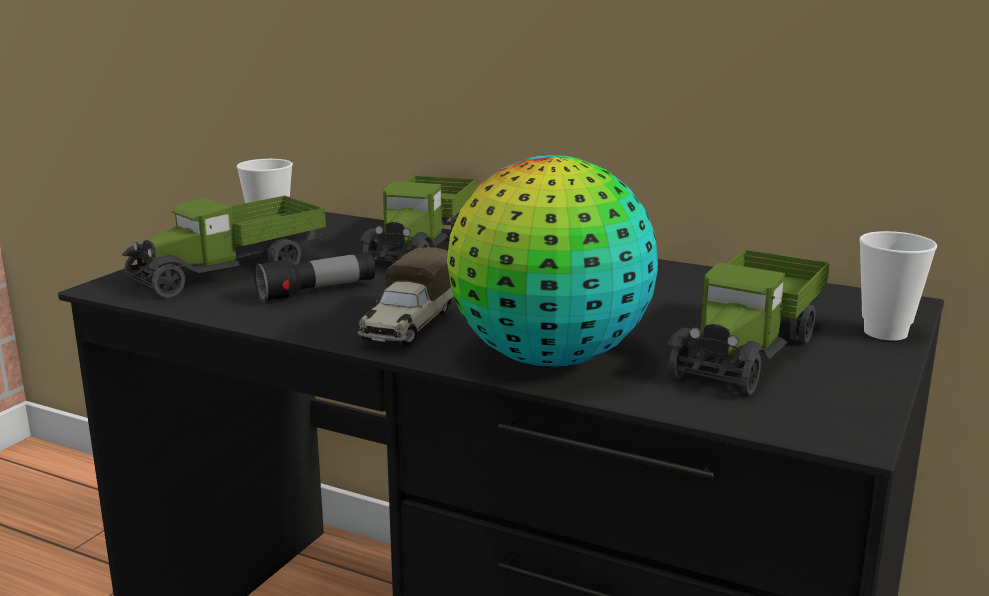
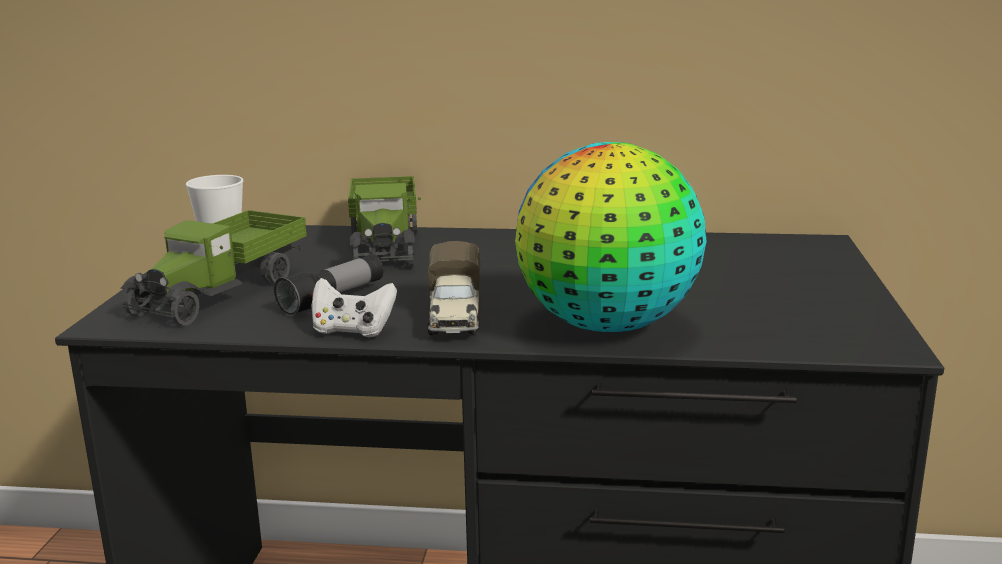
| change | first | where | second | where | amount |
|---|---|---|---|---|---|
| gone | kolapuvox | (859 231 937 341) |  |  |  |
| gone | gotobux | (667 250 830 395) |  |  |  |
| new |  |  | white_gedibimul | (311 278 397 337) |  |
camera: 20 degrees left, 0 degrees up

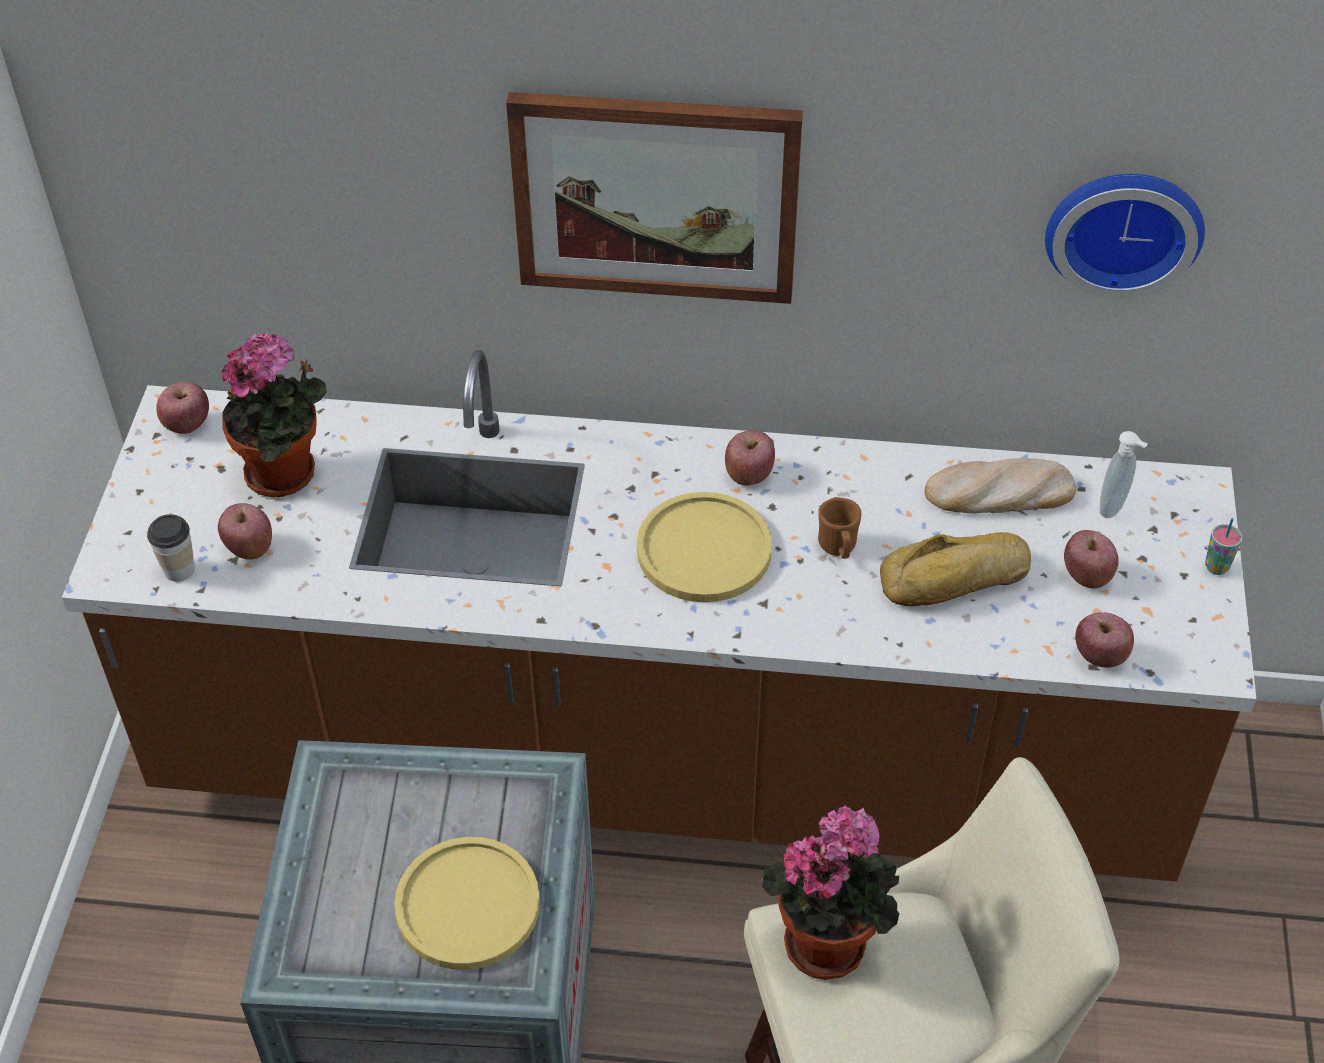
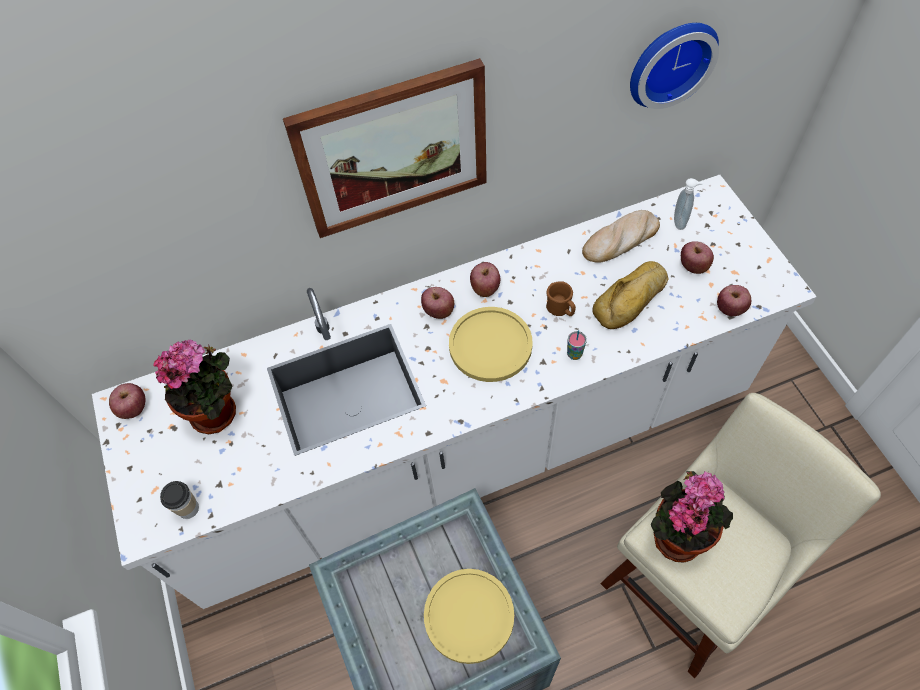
| change | first | where | second | where | amount |
|---|---|---|---|---|---|
| repainted | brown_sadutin | (62 350 1256 882) | white_sadutin | (92 175 817 609) |  |
| shifted | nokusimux | (218 503 272 560) |  | (421 287 454 319) |  |
| shifted | kolapuvox | (1205 518 1242 575) |  | (567 330 587 360) |  |
camera: 25 degrees left, 10 degrees up

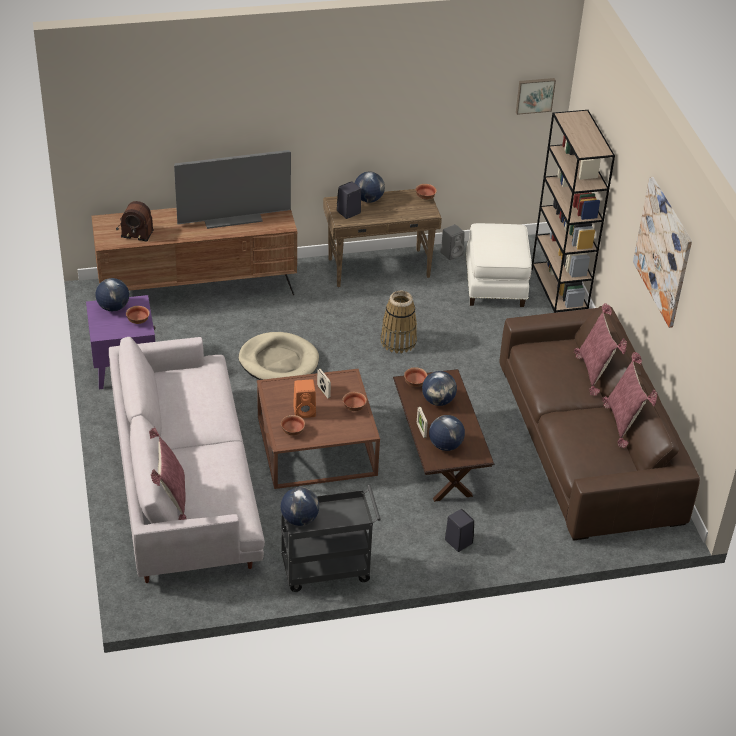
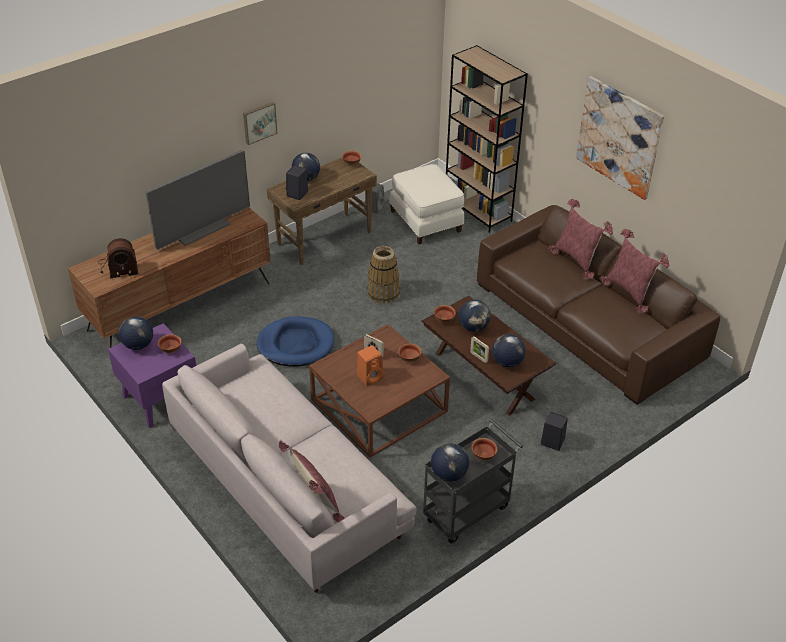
| change | first | where | second | where | amount |
|---|---|---|---|---|---|
| shifted | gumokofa | (516 78 556 115) |  | (243 102 277 145) |  |
| repainted | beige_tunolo | (238 332 319 380) | blue_tunolo | (257 316 334 367) |  |
| shifted | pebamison | (281 415 305 436) |  | (471 438 497 461) |  |
camera: 25 degrees left, 0 degrees up

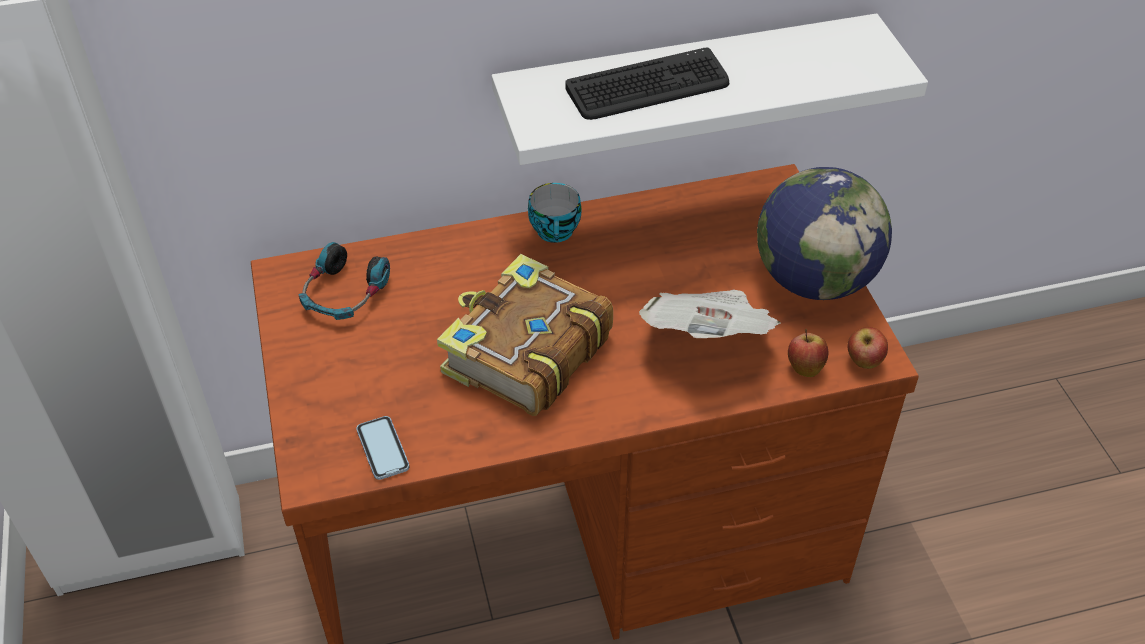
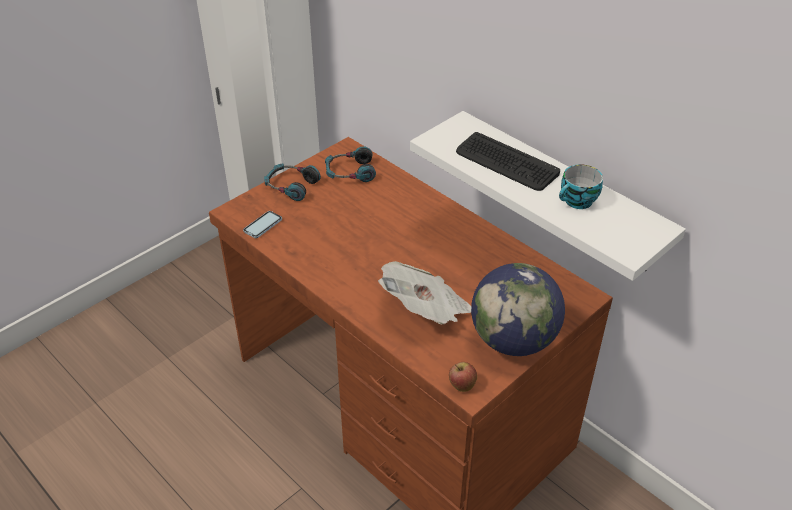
| change | first | where | second | where | amount |
|---|---|---|---|---|---|
| shifted | kolapuvox | (528 183 582 243) |  | (559 164 603 209) |  |
| gone | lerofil | (437 254 613 416) |  |  |  |
| gone | nokusimux | (788 329 828 377) |  |  |  |
| new |  |  | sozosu | (264 163 321 201) |  |
camera: 60 degrees right, 5 degrees down

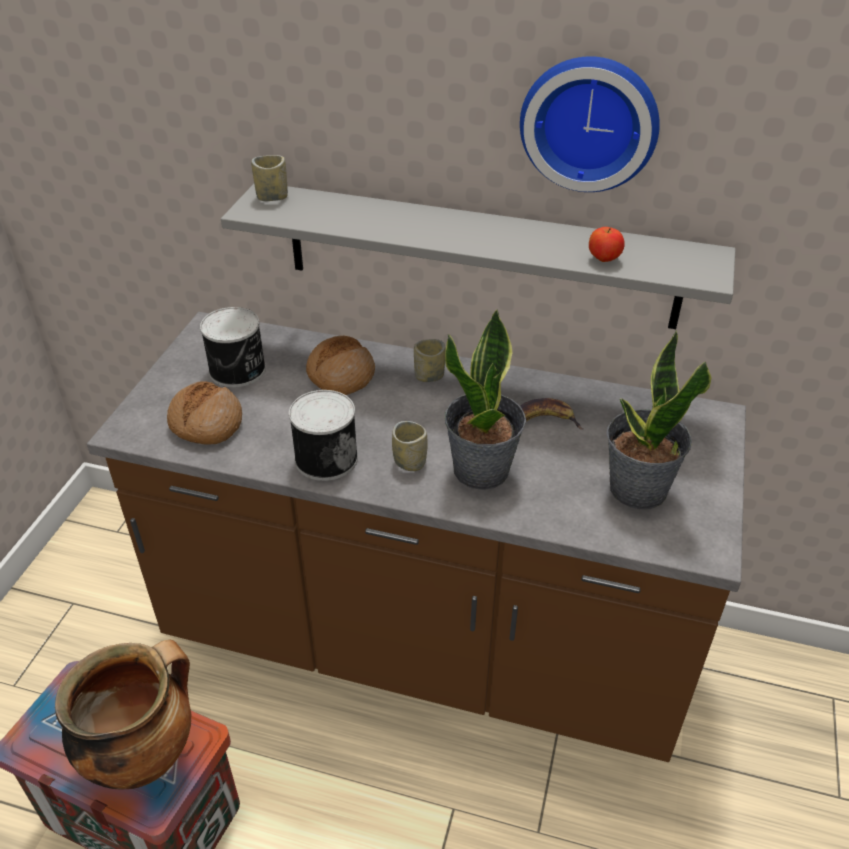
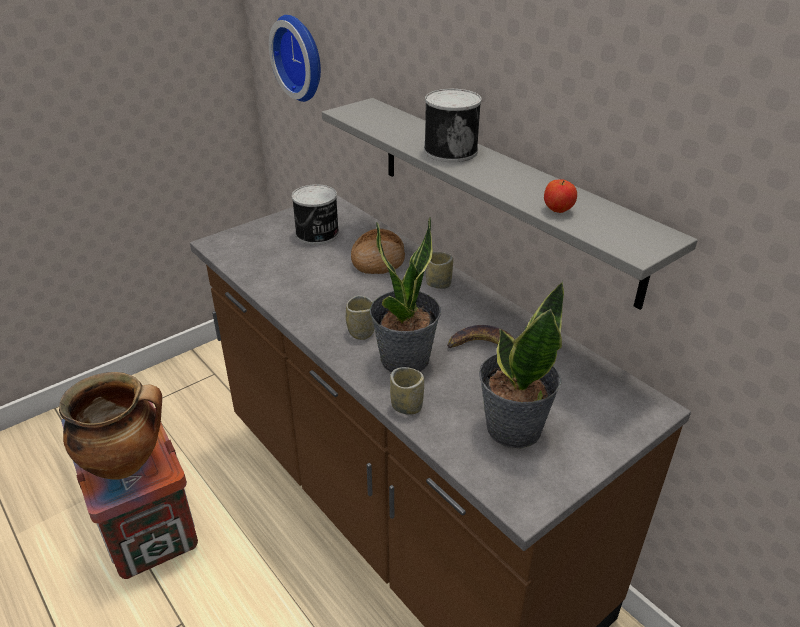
| change | first | where | second | where | amount |
|---|---|---|---|---|---|
| shifted | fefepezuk | (520 56 660 192) |  | (269 15 321 102) |  |
| shifted | kolapuvox | (251 155 288 201) |  | (390 367 424 415) |  |
| gone | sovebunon | (167 381 242 445) |  |  |  |
| shifted | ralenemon | (289 390 358 481) |  | (424 89 482 162) |  |
camera: 35 degrees right, 5 degrees down

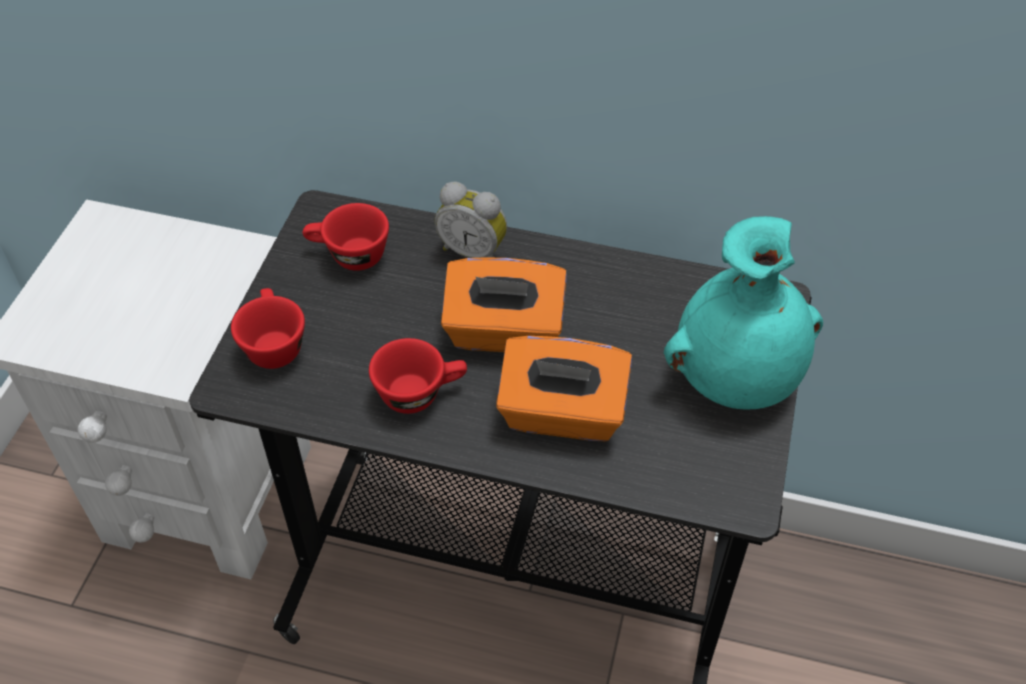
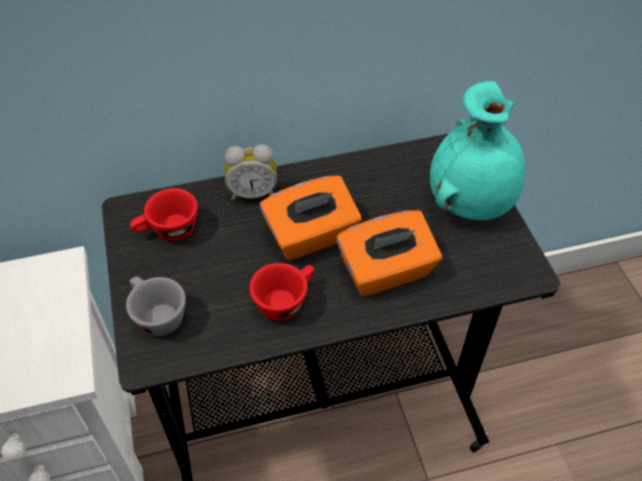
| change | first | where | second | where | amount |
|---|---|---|---|---|---|
| repainted | red_kolapuvox | (231 288 305 369) | grey_kolapuvox | (126 277 186 336) |  |
camera: 30 degrees left, 0 degrees up

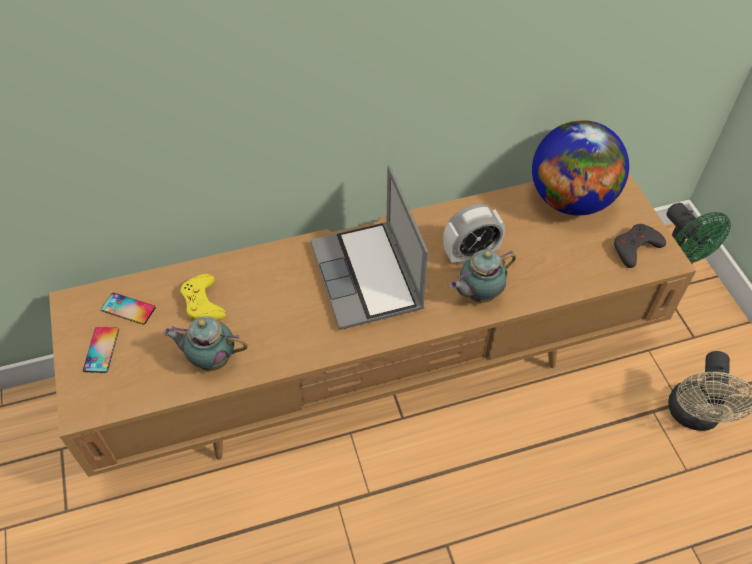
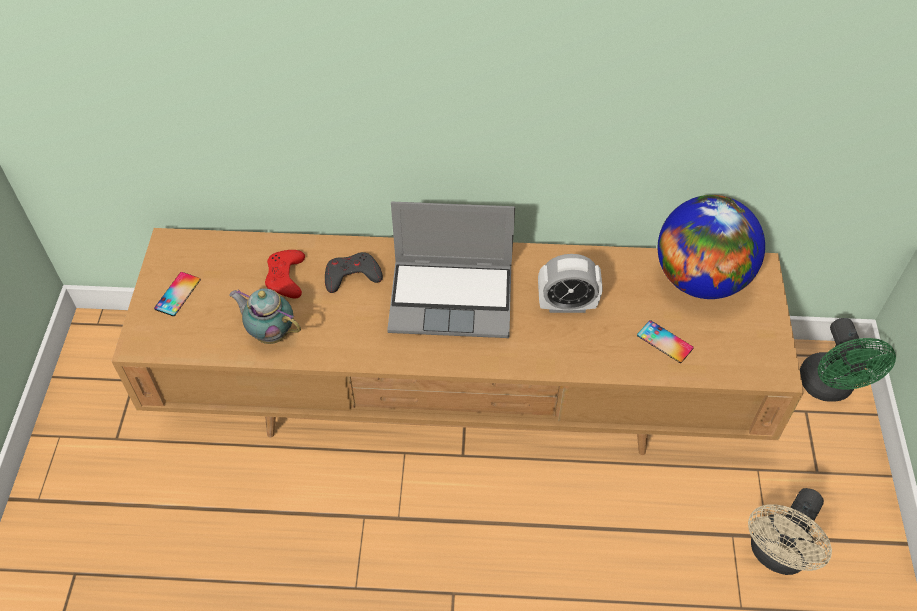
| change | first | where | second | where | amount |
|---|---|---|---|---|---|
| rotated | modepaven | (310 165 428 330) |  | (387 202 515 338) | 90 degrees counterclockwise |
| shifted | grey_gedibimul | (614 224 666 268) |  | (325 252 383 293) |  |
| gone | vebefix | (449 249 516 303) |  |  |  |
| repainted | yellow_gedibimul | (180 274 226 320) | red_gedibimul | (265 250 305 298) |  |
| shifted | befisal | (101 293 156 325) |  | (637 320 694 363) |  |
camera: 20 degrees right, 0 degrees up

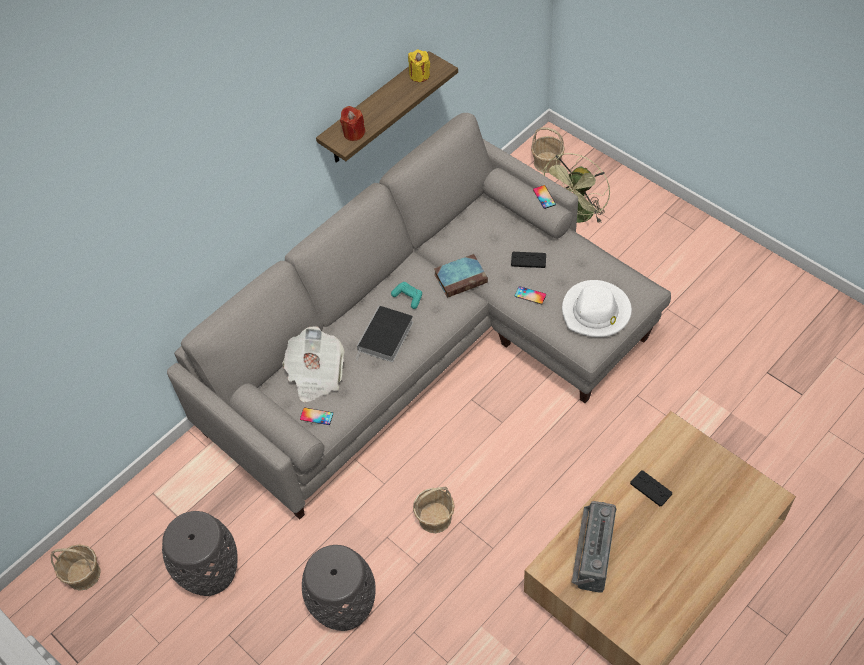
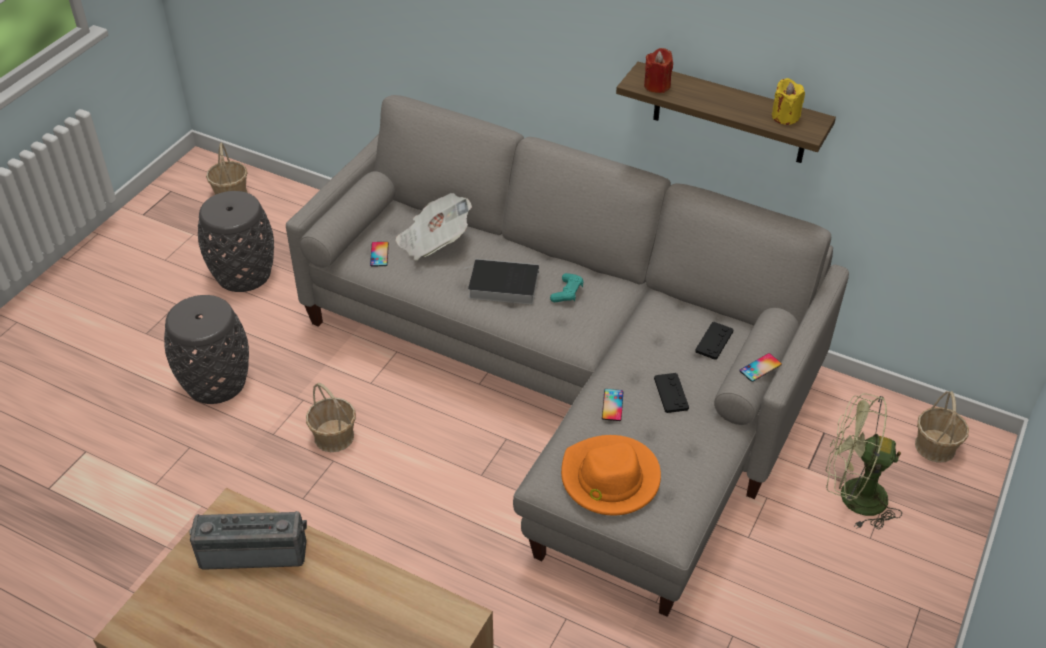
| change | first | where | second | where | amount |
|---|---|---|---|---|---|
| gone | lerofil | (434 254 488 298) |  |  |  |
| repainted | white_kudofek | (562 280 632 337) | orange_kudofek | (561 435 661 515) |  |
| shifted | black_gedibimul | (630 470 672 507) |  | (695 322 733 360) |  |
camera: 70 degrees right, 10 degrees down

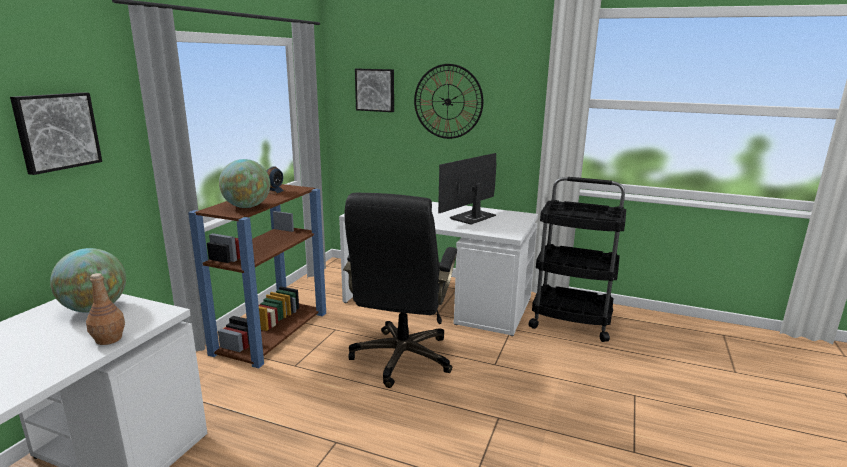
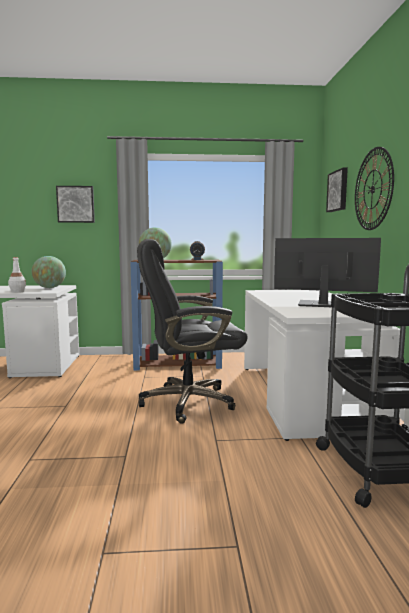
| change | first | where | second | where | amount |
|---|---|---|---|---|---|
| repainted | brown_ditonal | (86 273 125 345) | white_ditonal | (8 257 26 293) |  |
camera: 65 degrees right, 10 degrees down

